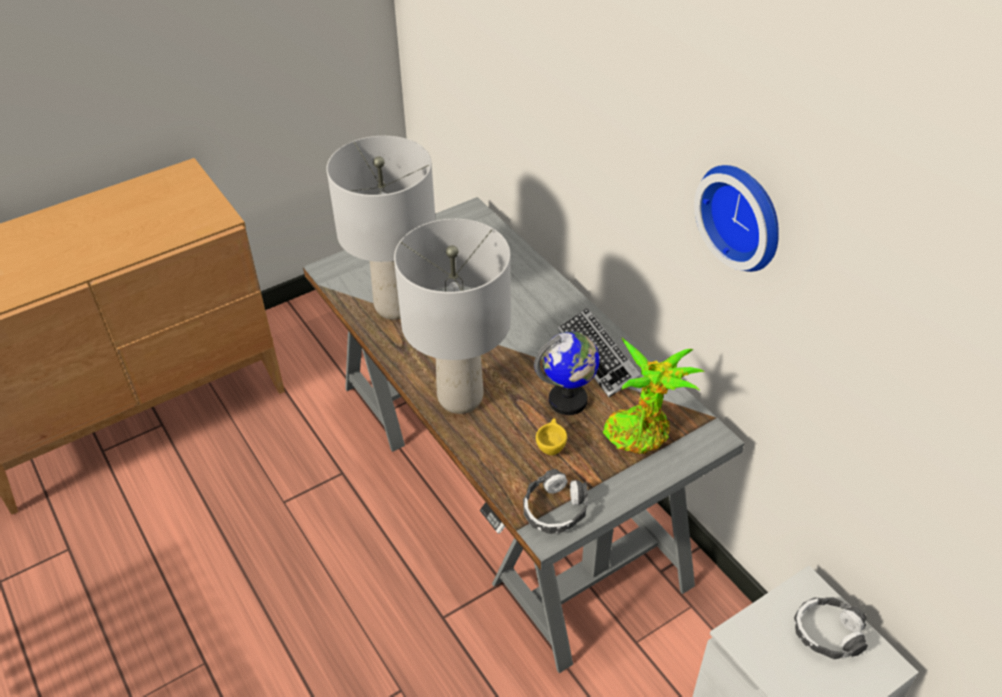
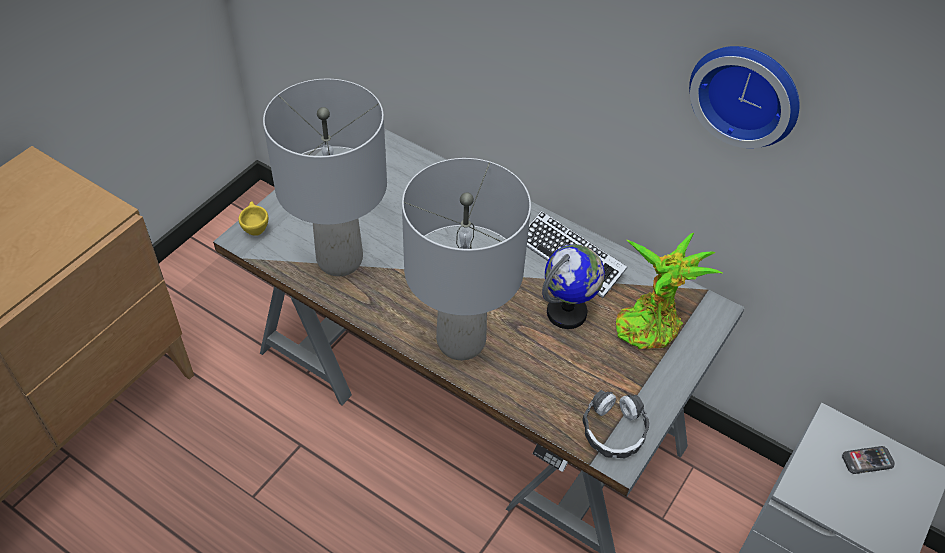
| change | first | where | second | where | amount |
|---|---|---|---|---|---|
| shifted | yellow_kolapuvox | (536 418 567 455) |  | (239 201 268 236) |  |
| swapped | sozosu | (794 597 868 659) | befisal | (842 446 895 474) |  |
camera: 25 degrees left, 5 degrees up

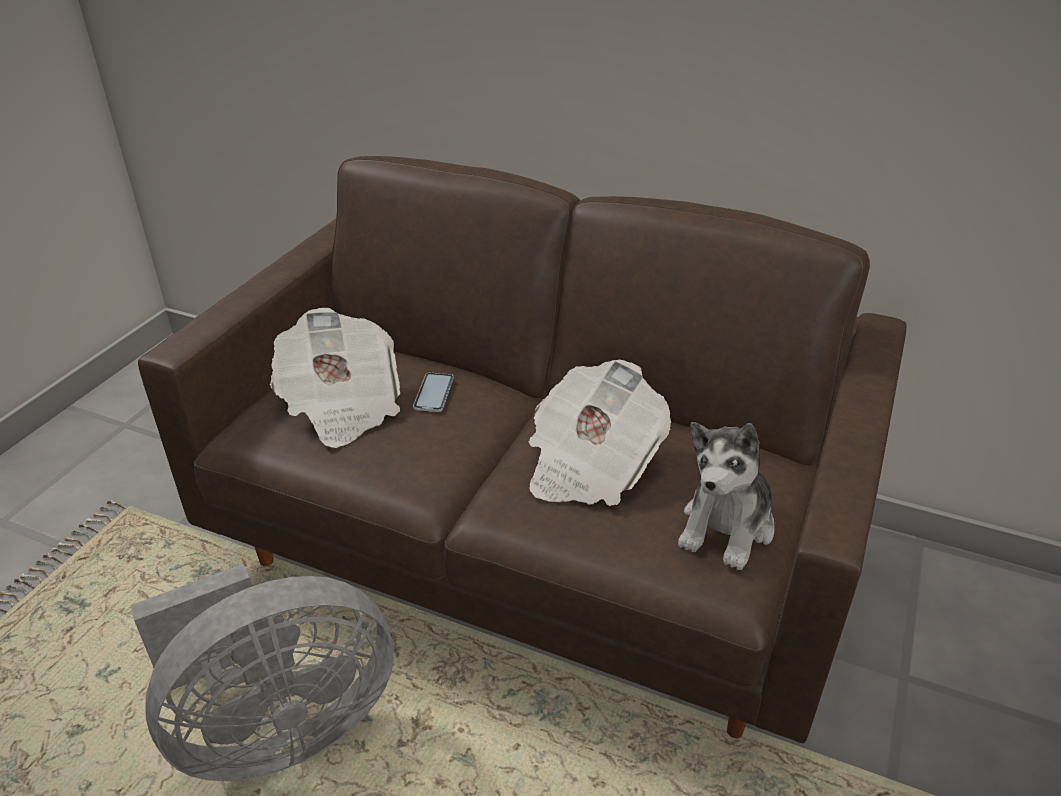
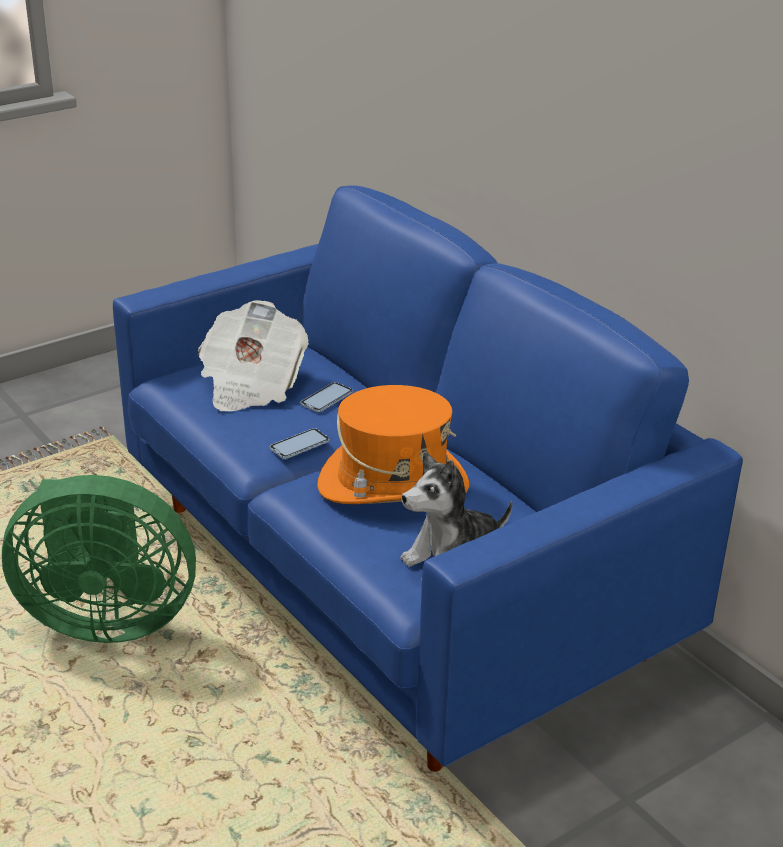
| change | first | where | second | where | amount |
|---|---|---|---|---|---|
| repainted | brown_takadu | (138 156 907 743) | blue_takadu | (113 185 743 772) |  |
| swapped | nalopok | (529 360 671 506) | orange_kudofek | (317 385 469 504) |  |
| repainted | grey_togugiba | (130 564 394 781) | green_togugiba | (2 475 196 643) |  |
| new |  |  | befisal | (270 428 329 459) |  |
camera: 30 degrees right, 5 degrees down

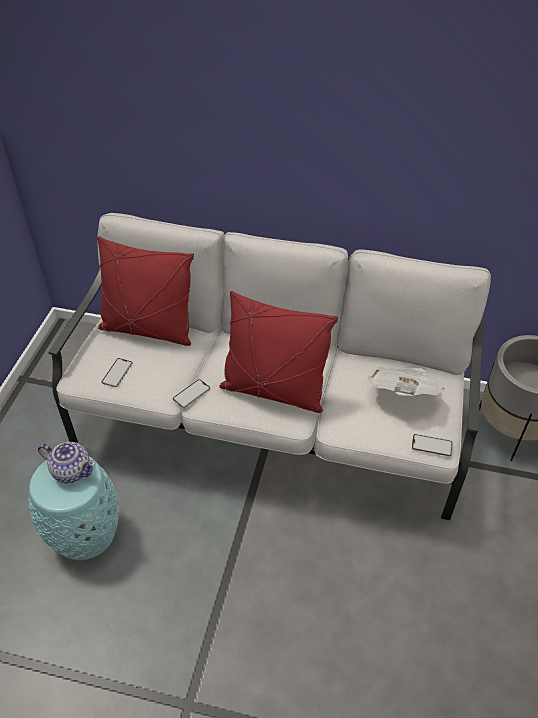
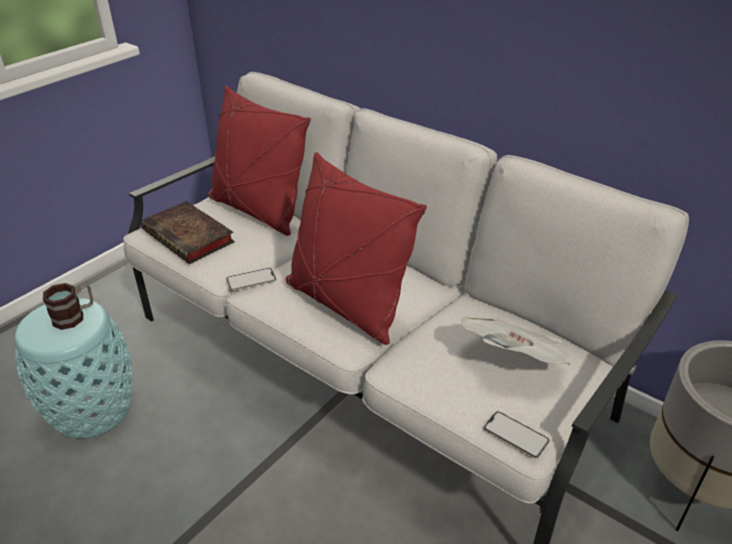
| change | first | where | second | where | amount |
|---|---|---|---|---|---|
| swapped | befisal | (101 358 133 387) | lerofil | (141 201 235 264) |  |
| swapped | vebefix | (38 442 96 483) | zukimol | (43 283 93 330) |  |
camera: 25 degrees right, 10 degrees down

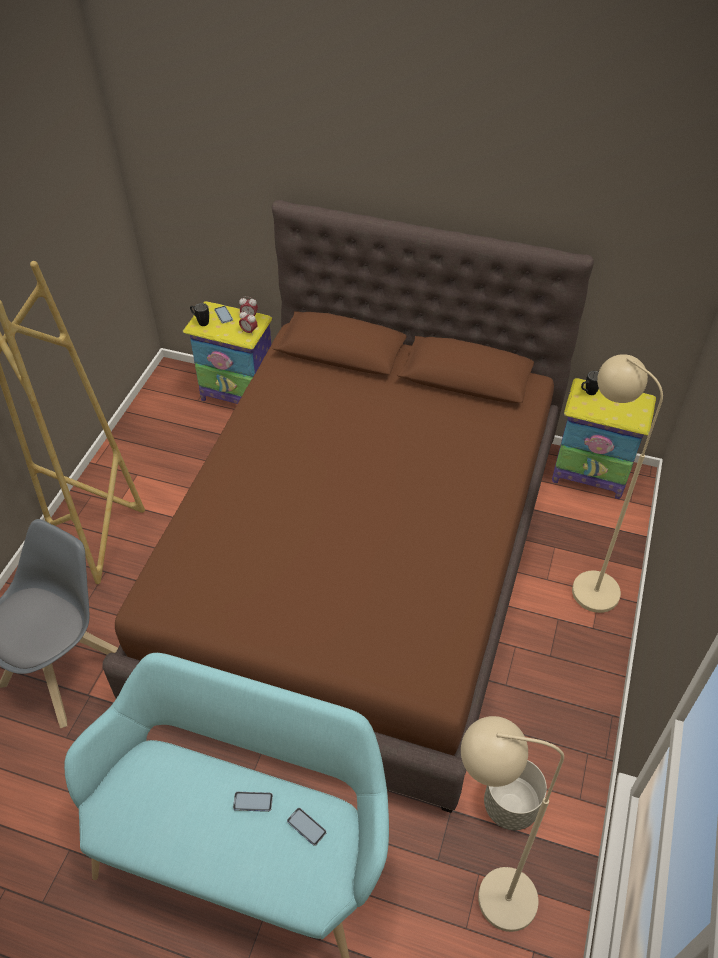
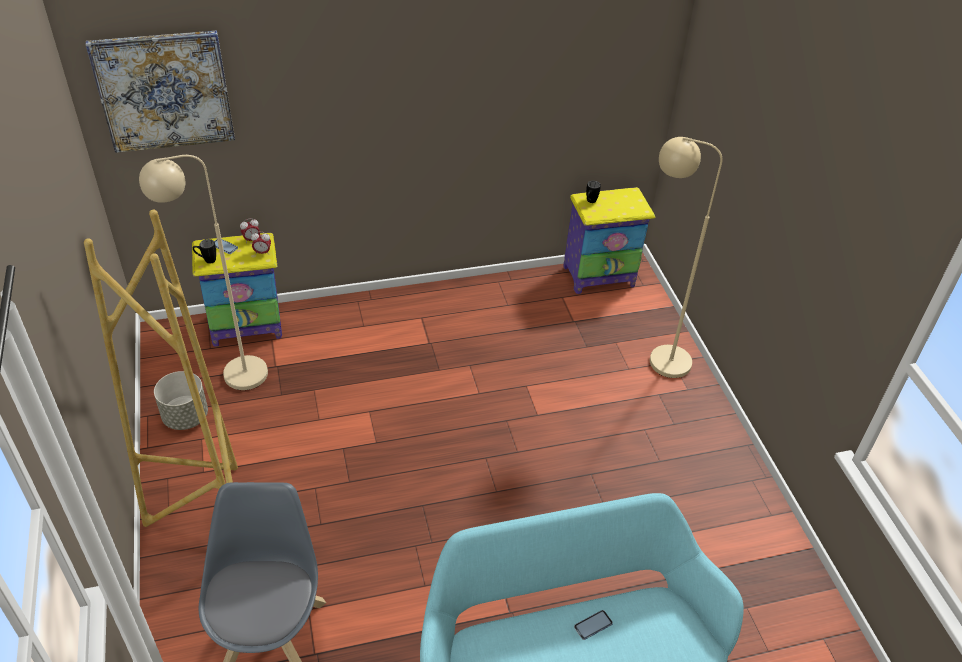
| change | first | where | second | where | amount |
|---|---|---|---|---|---|
| gone | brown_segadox | (102 200 594 813) |  |  |  |
| shifted | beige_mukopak | (461 716 564 932) |  | (139 155 268 390) |  |
| shifted | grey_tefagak | (484 760 547 830) |  | (154 371 208 430) |  |
| gone | befisal | (287 808 326 846) |  |  |  |
| new |  |  | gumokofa | (86 30 235 153) |  |
camera: 35 degrees left, 5 degrees down

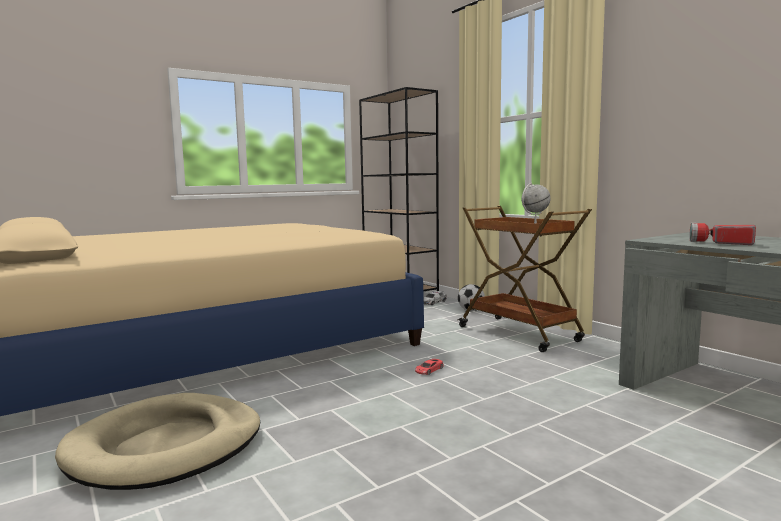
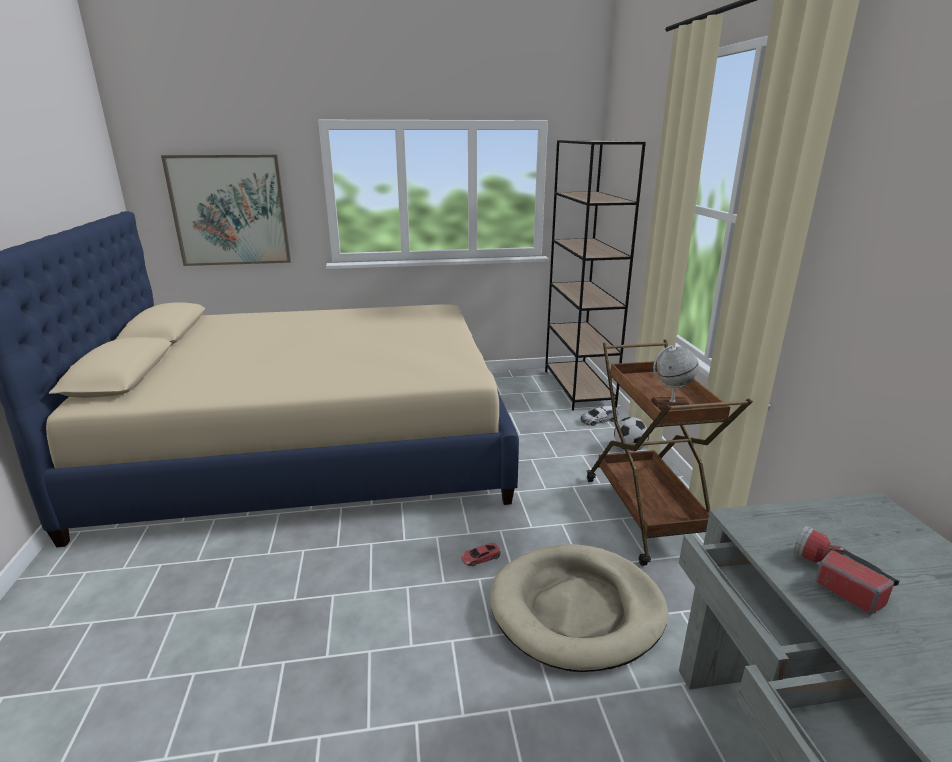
| change | first | where | second | where | amount |
|---|---|---|---|---|---|
| shifted | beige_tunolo | (55 393 260 490) |  | (490 544 668 672) |  |
| new |  |  | gumokofa | (161 155 291 266) |  |
camera: 25 degrees right, 15 degrees up

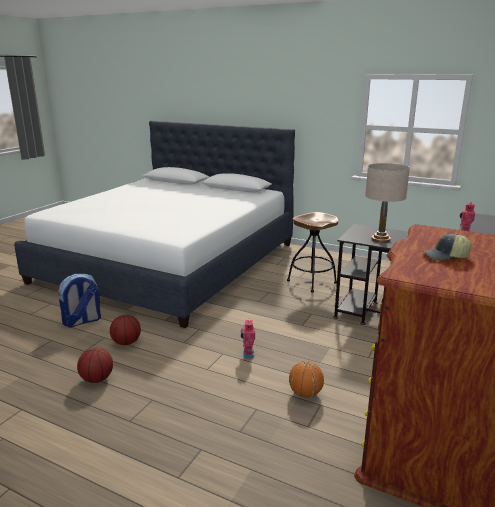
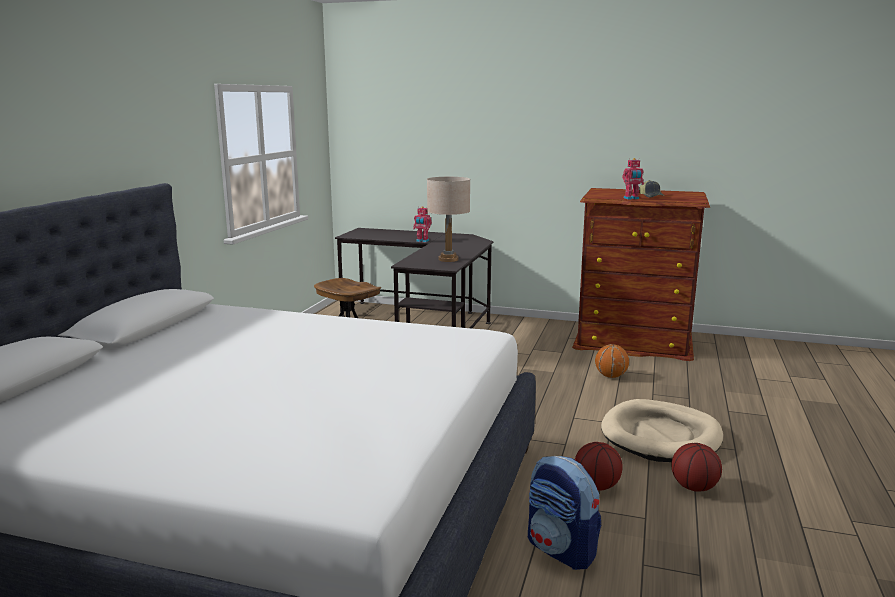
| change | first | where | second | where | amount |
|---|---|---|---|---|---|
| shifted | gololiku | (241 320 255 357) |  | (622 158 644 200) |  |
| new |  |  | beige_tunolo | (601 399 723 462) |  |
camera: 100 degrees left, 5 degrees down

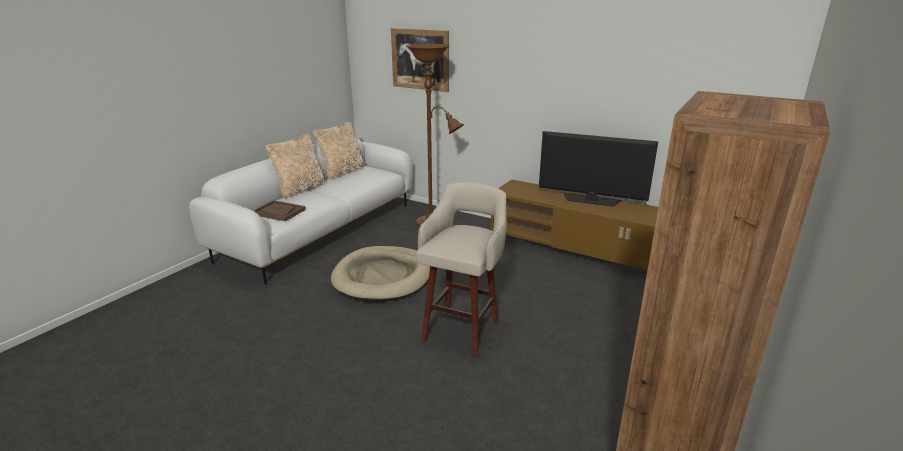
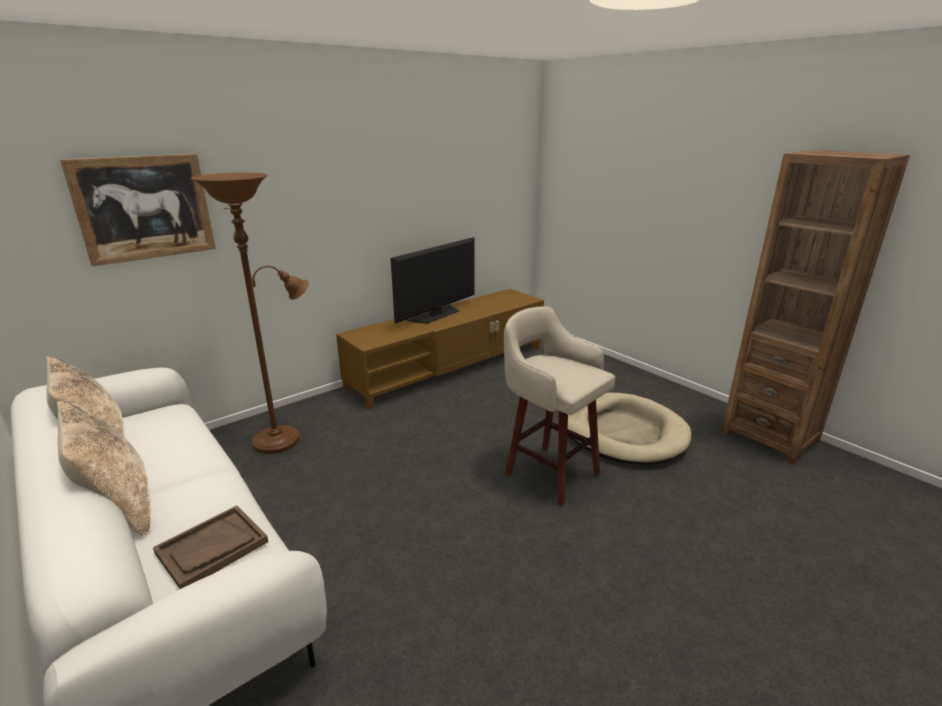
| change | first | where | second | where | amount |
|---|---|---|---|---|---|
| shifted | beige_tunolo | (331 246 430 302) |  | (568 393 692 464) |  |
camera: 70 degrees left, 0 degrees up

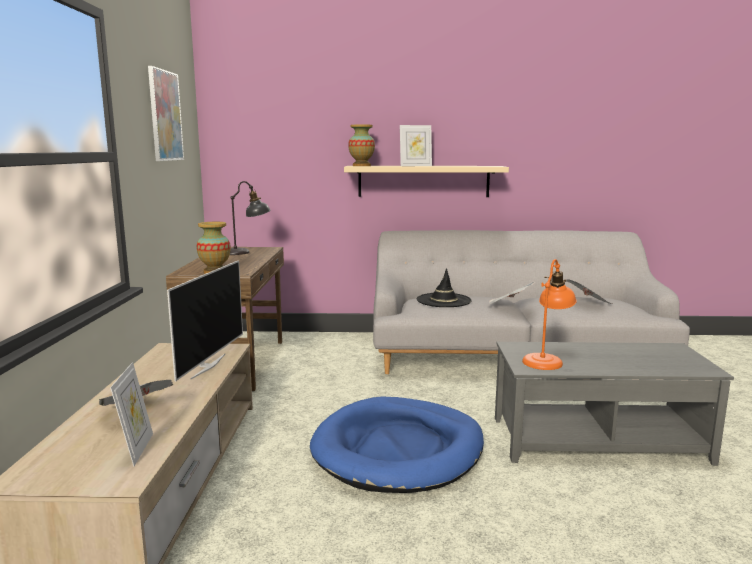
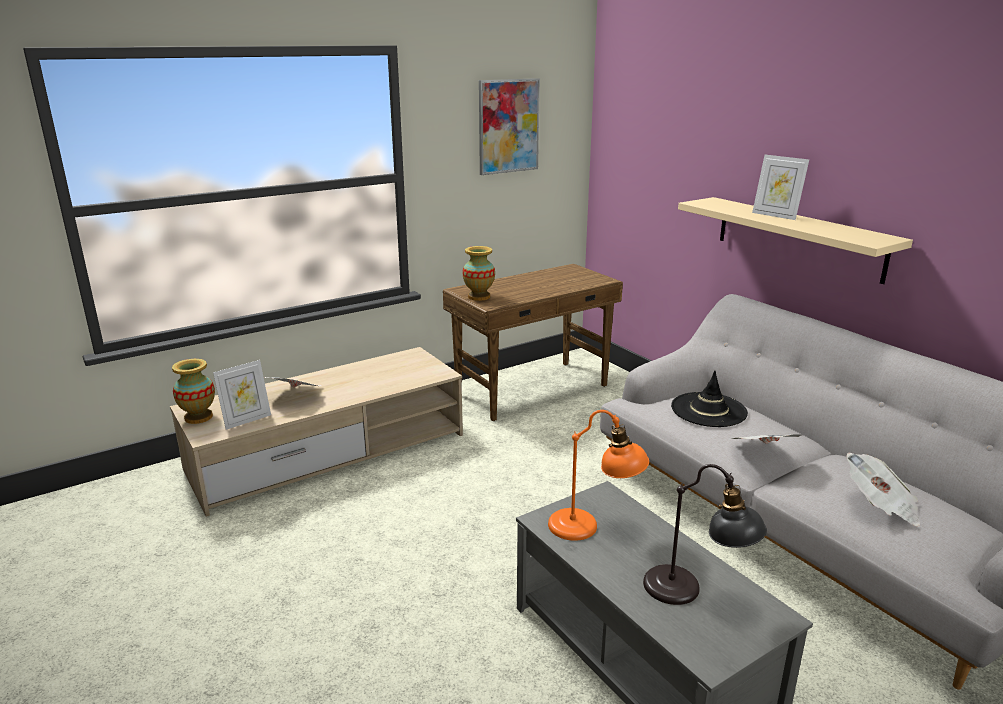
| change | first | where | second | where | amount |
|---|---|---|---|---|---|
| shifted | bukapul | (348 124 375 166) |  | (172 359 215 424) |  |
| shifted | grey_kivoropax | (230 181 270 255) |  | (643 464 767 605) |  |
| gone | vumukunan | (167 260 243 381) |  |  |  |
| gone | blue_tunolo | (310 397 484 493) |  |  |  |
camera: 55 degrees right, 10 degrees up

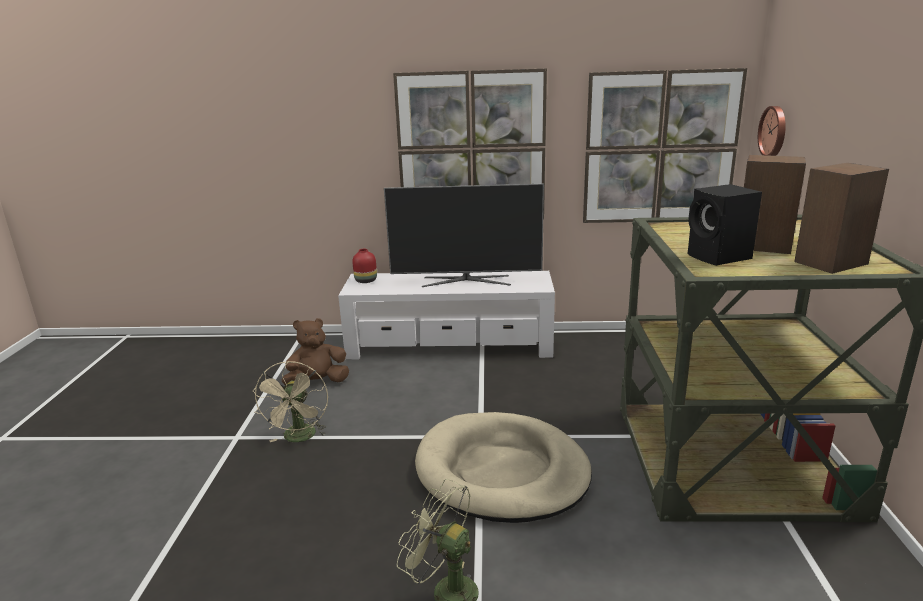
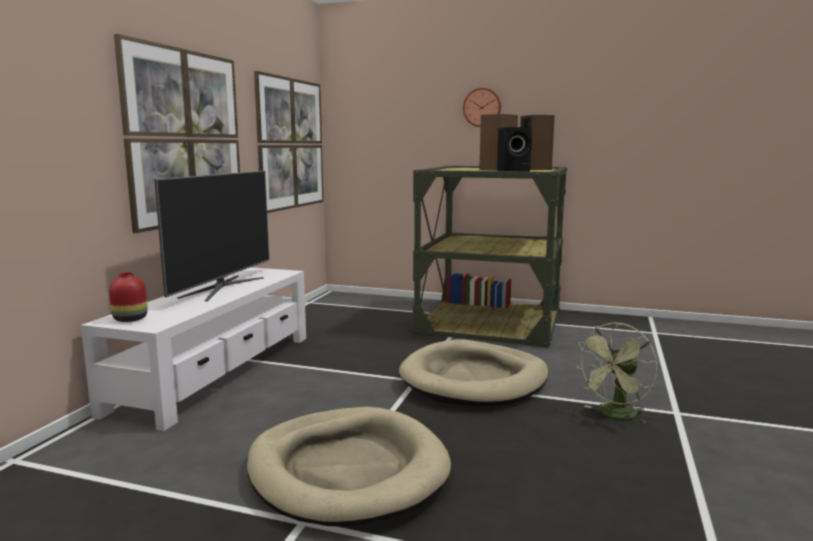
| change | first | where | second | where | amount |
|---|---|---|---|---|---|
| shifted | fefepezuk | (758 106 786 156) |  | (463 88 501 127) |  |
| gone | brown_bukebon | (282 318 349 385) |  |  |  |
| swapped | beige_togugiba | (253 361 328 442) | beige_tunolo | (247 407 451 526) |  |
camera: 75 degrees left, 10 degrees down

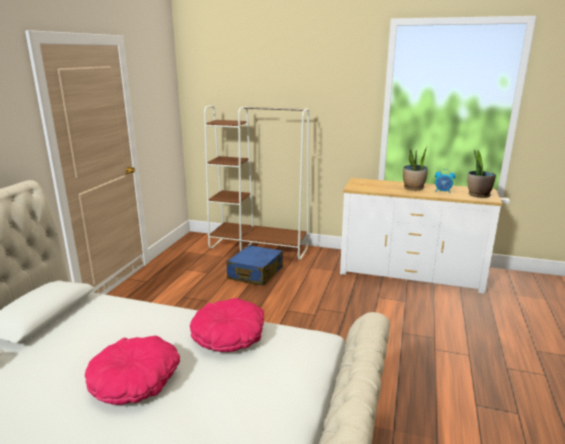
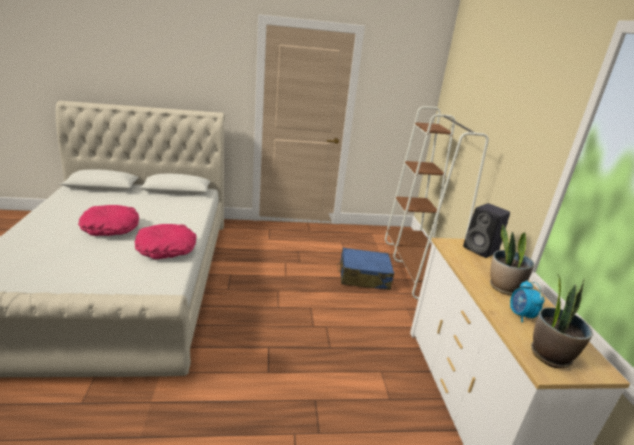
| change | first | where | second | where | amount |
|---|---|---|---|---|---|
| new |  |  | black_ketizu | (463 203 510 258) |  |
camera: 65 degrees right, 5 degrees up

